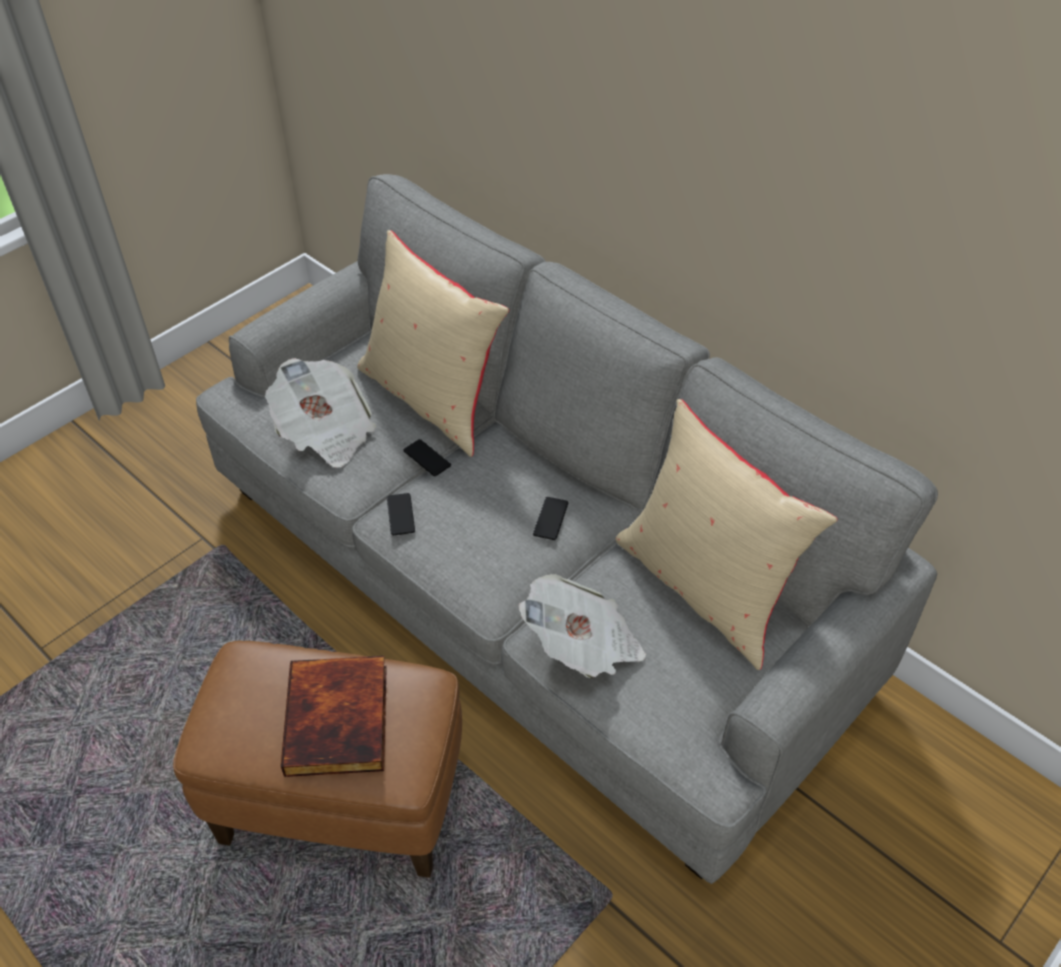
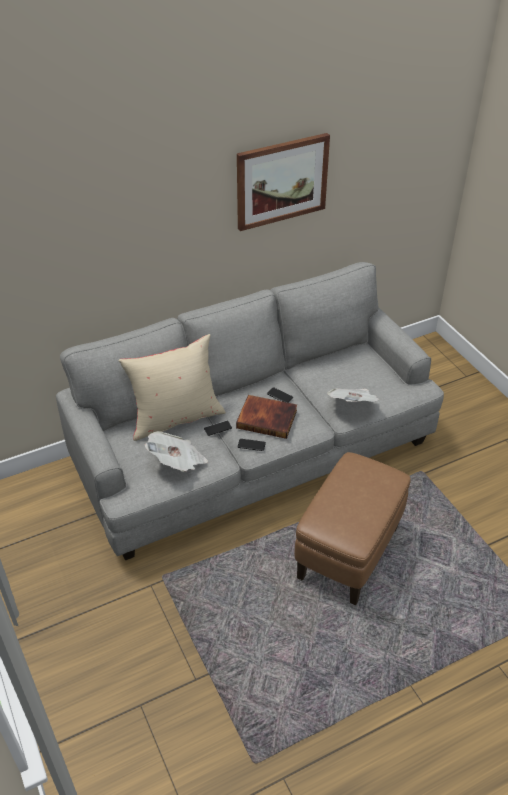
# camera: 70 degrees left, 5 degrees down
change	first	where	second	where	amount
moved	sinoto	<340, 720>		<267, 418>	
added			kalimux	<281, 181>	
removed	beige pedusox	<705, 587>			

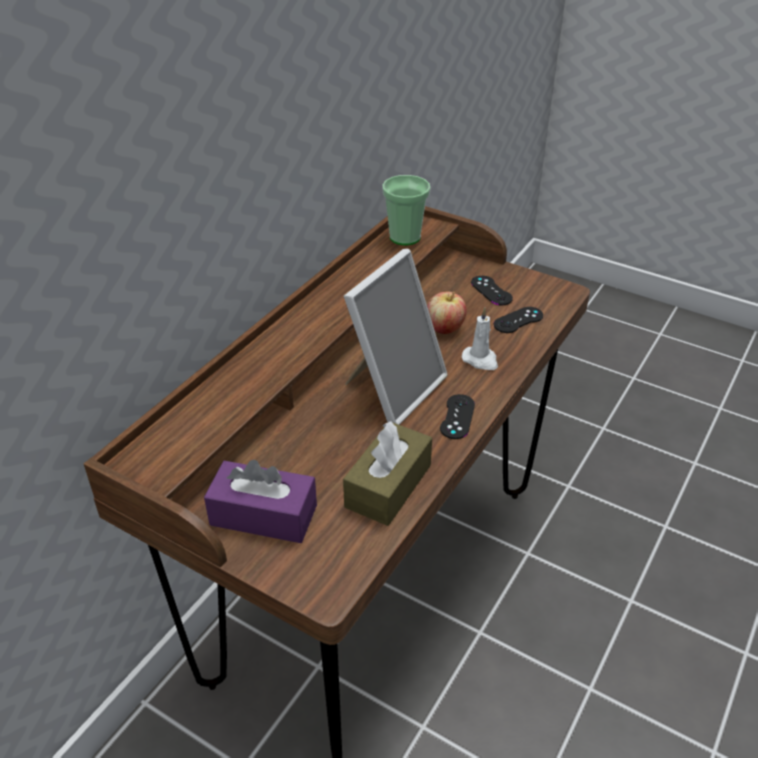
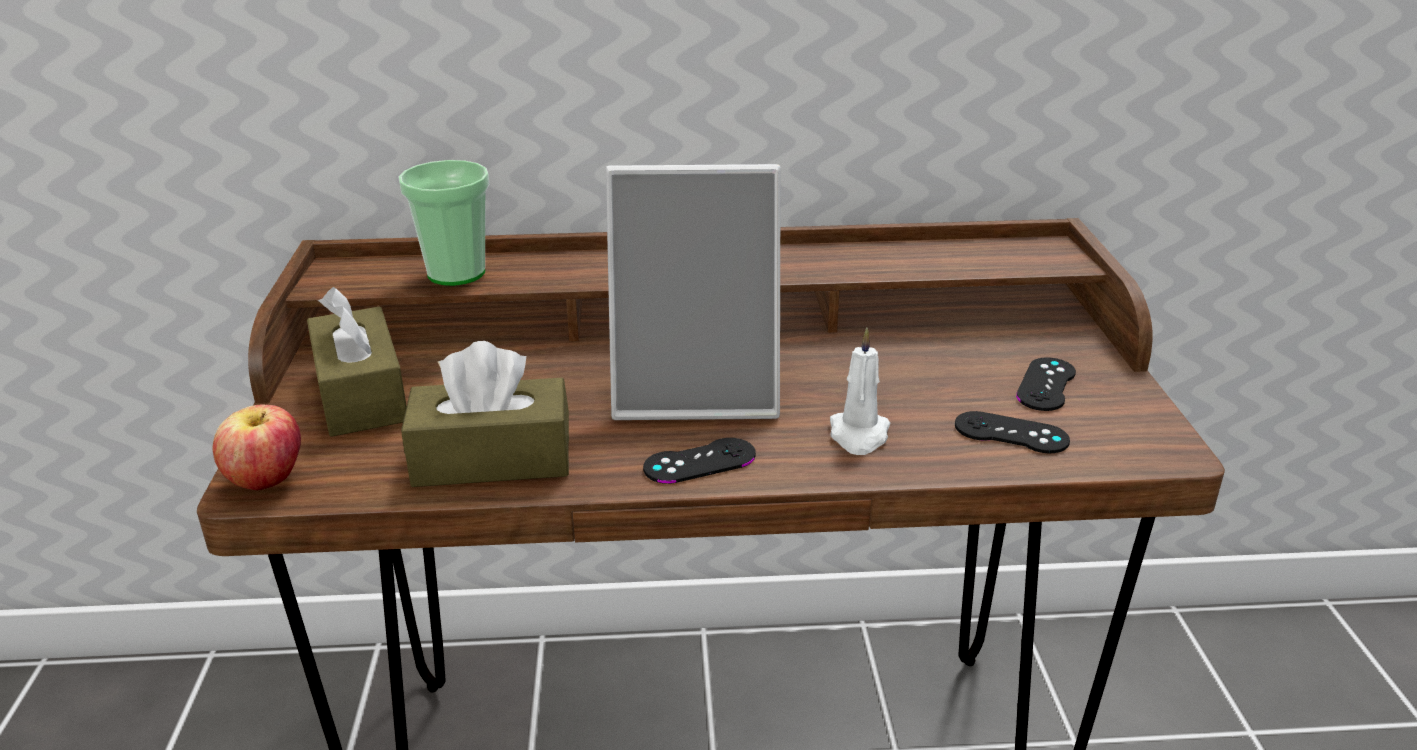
# camera: 55 degrees right, 10 degrees down
change	first	where	second	where	amount
moved	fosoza	<445, 328>		<266, 480>	
recoloured	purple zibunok	<263, 515>	brown zibunok	<361, 395>	
moved	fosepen	<405, 237>		<456, 273>	

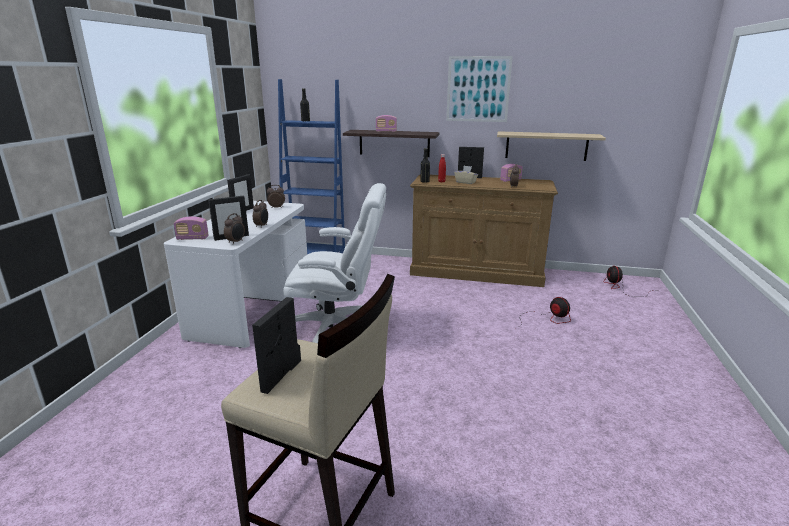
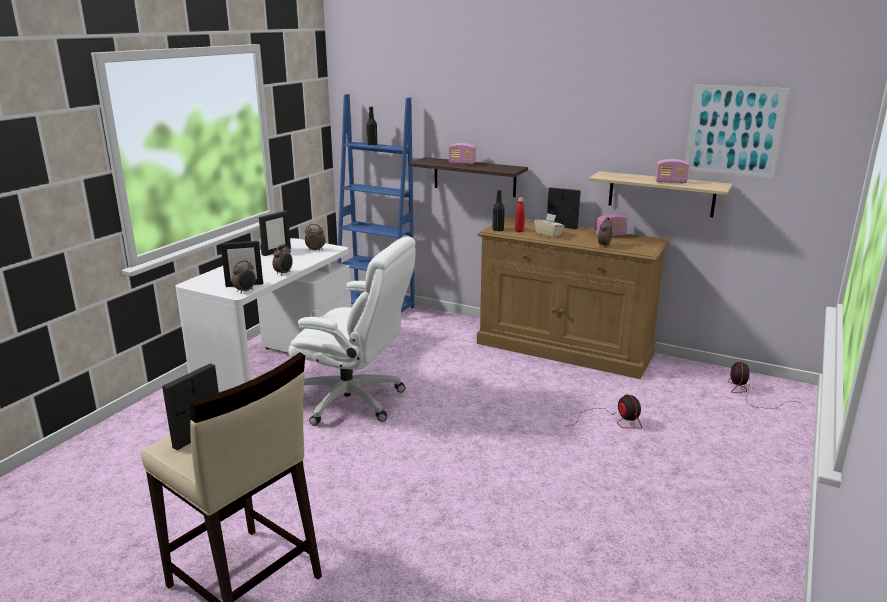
# camera: 15 degrees right, 0 degrees up
change	first	where	second	where	amount
moved	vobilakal	<192, 238>		<670, 182>	
moved	kalimux	<478, 89>		<734, 131>	

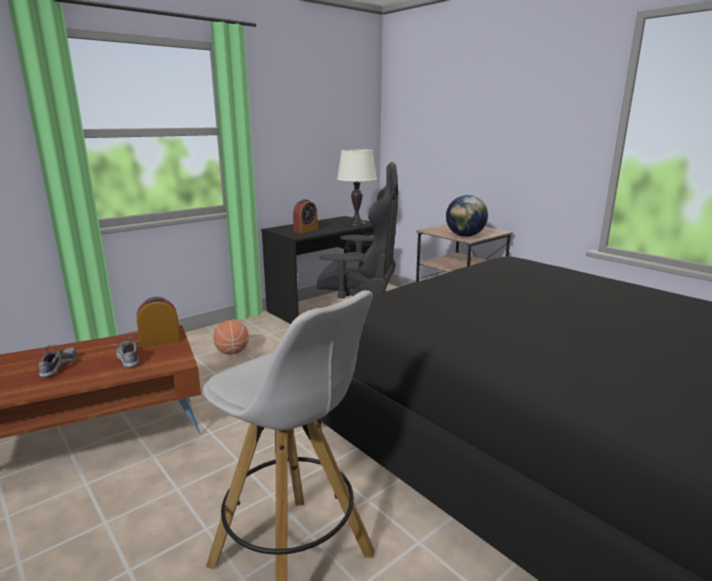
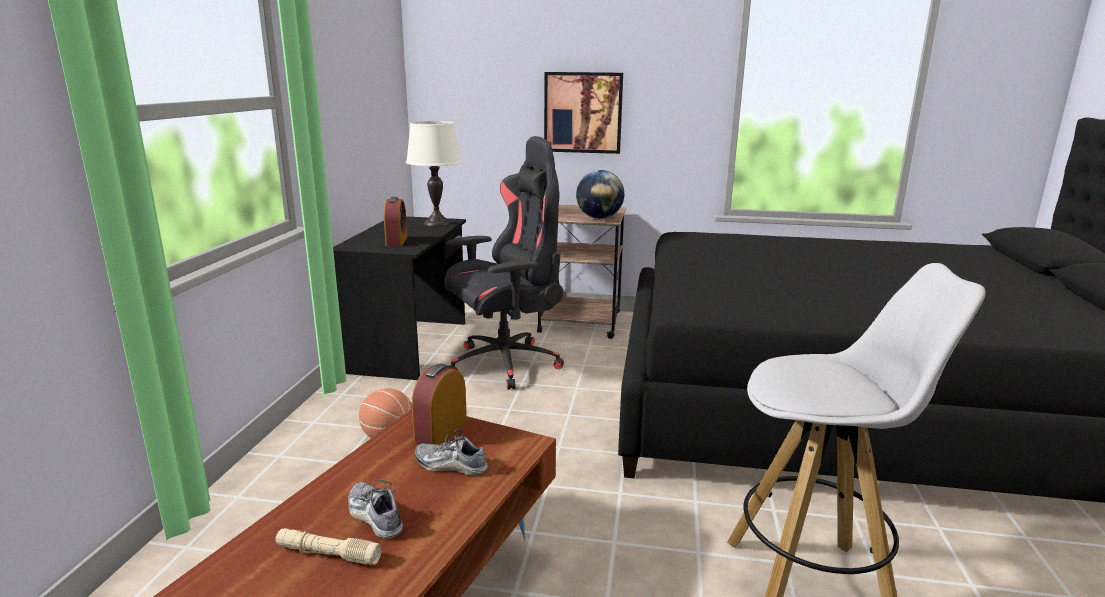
# camera: 40 degrees left, 0 degrees up
change	first	where	second	where	amount
added			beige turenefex	<328, 554>	
added			kalimux	<583, 112>	

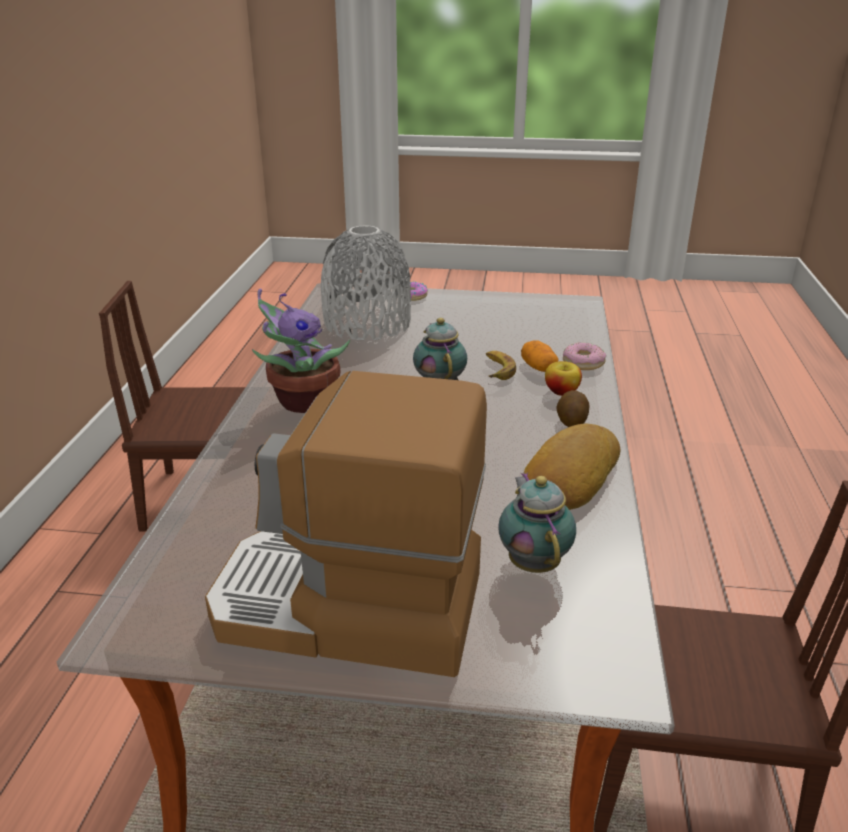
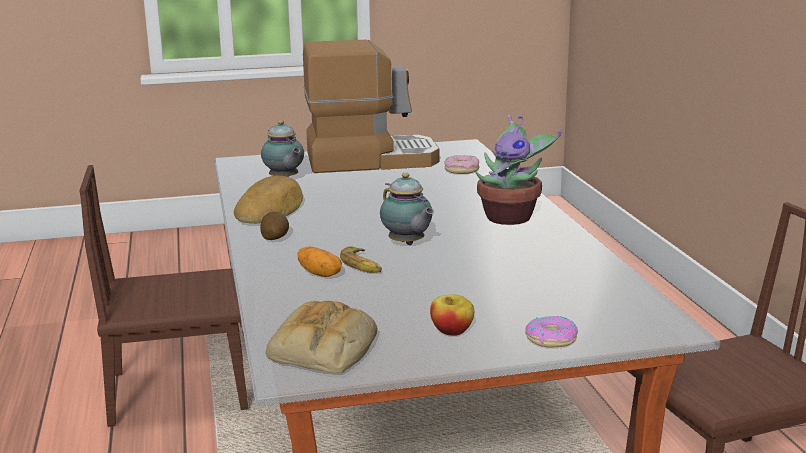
# camera: 160 degrees right, 10 degrees down
change	first	where	second	where	amount
added			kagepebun	<324, 350>	
moved	fosoza	<561, 392>		<452, 331>	
moved	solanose	<583, 363>		<461, 170>	
removed	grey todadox	<367, 324>			

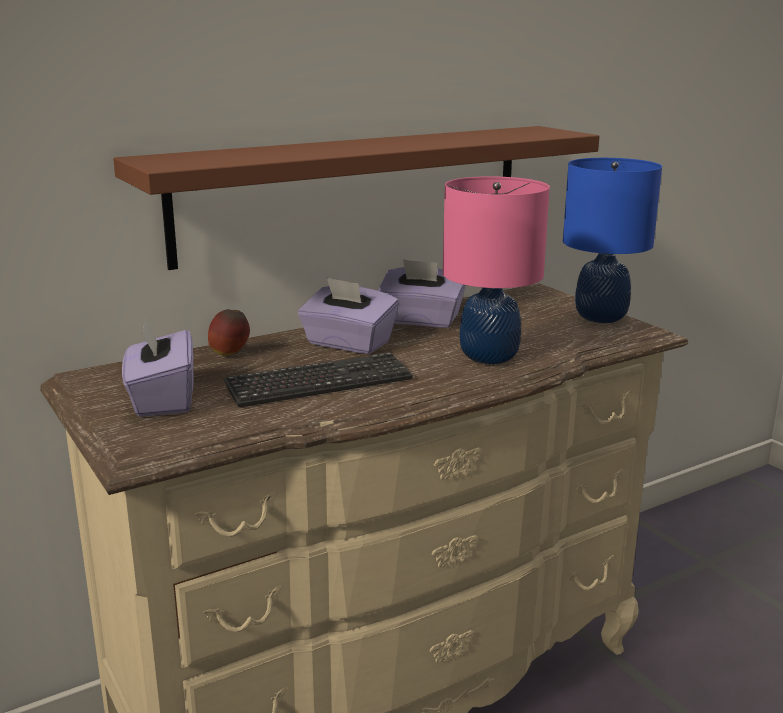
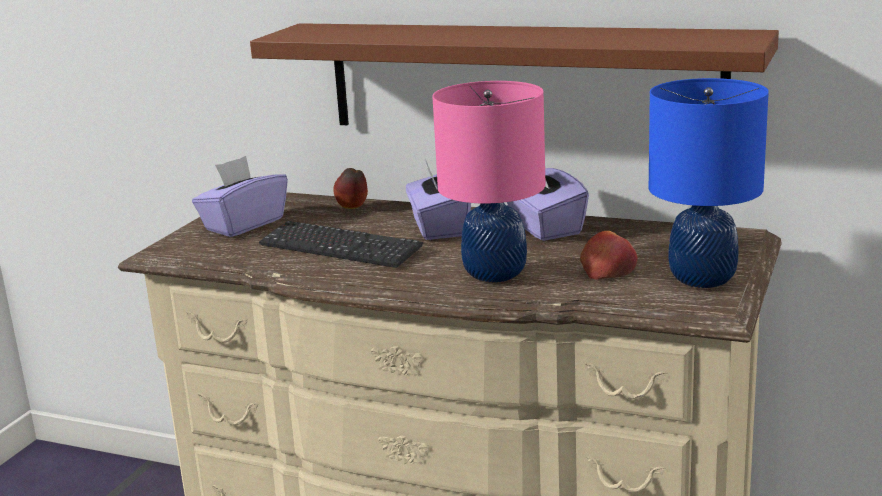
# camera: 55 degrees right, 0 degrees up
change	first	where	second	where	amount
added			fosoza	<608, 269>	

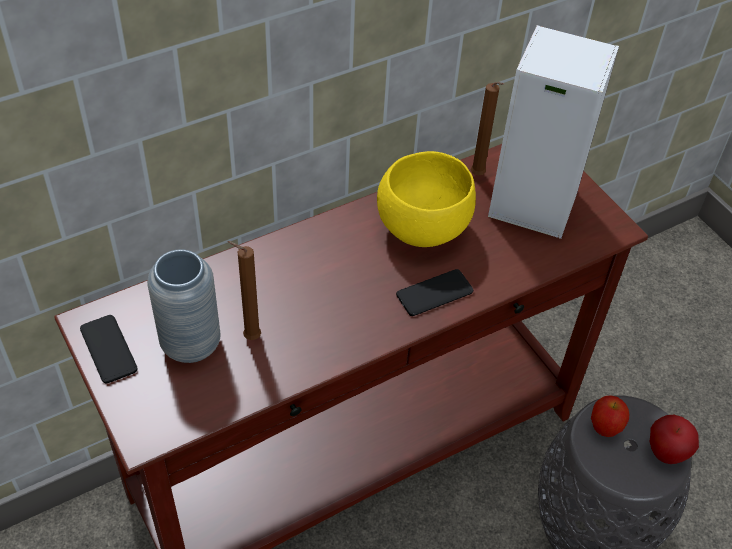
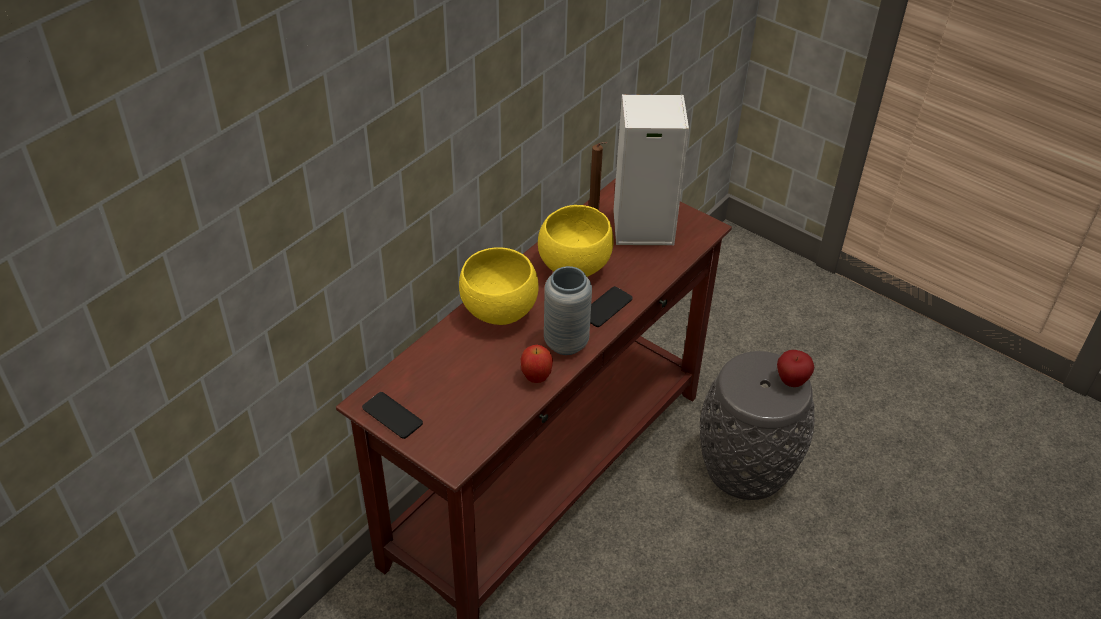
# camera: 20 degrees left, 5 degrees down
change	first	where	second	where	amount
added			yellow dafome	<499, 313>	
moved	fosoza	<604, 428>		<536, 377>	
moved	grey todadox	<191, 344>		<566, 343>	
removed	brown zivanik	<249, 337>			

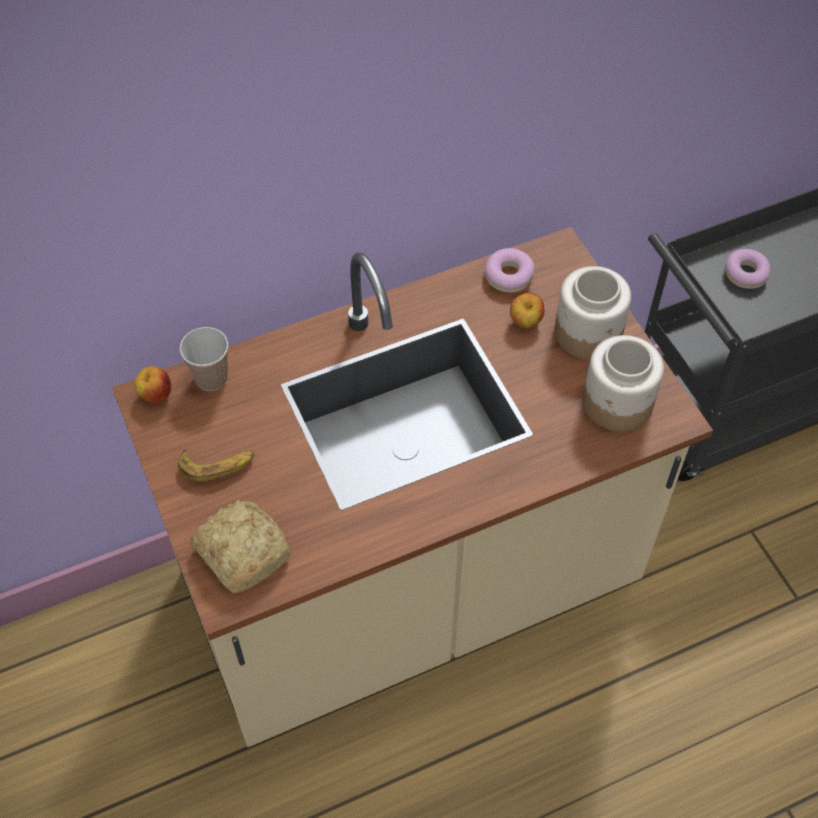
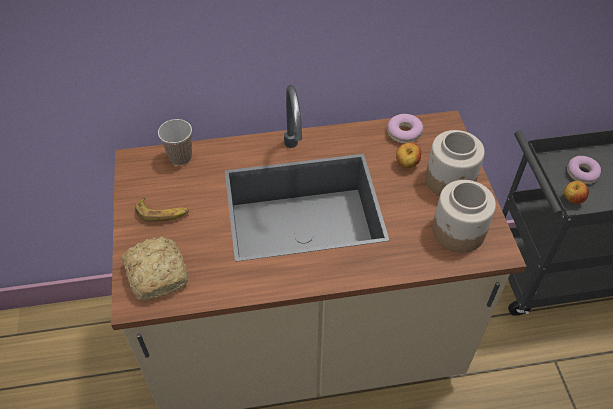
# camera: 15 degrees right, 5 degrees down
change	first	where	second	where	amount
moved	fosoza	<155, 395>		<572, 200>	

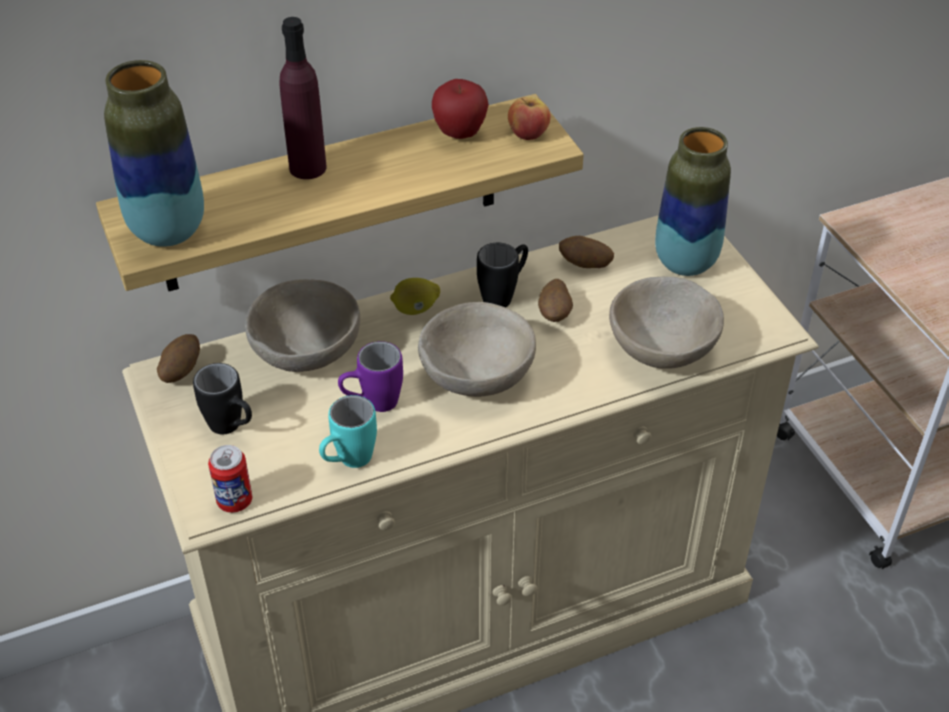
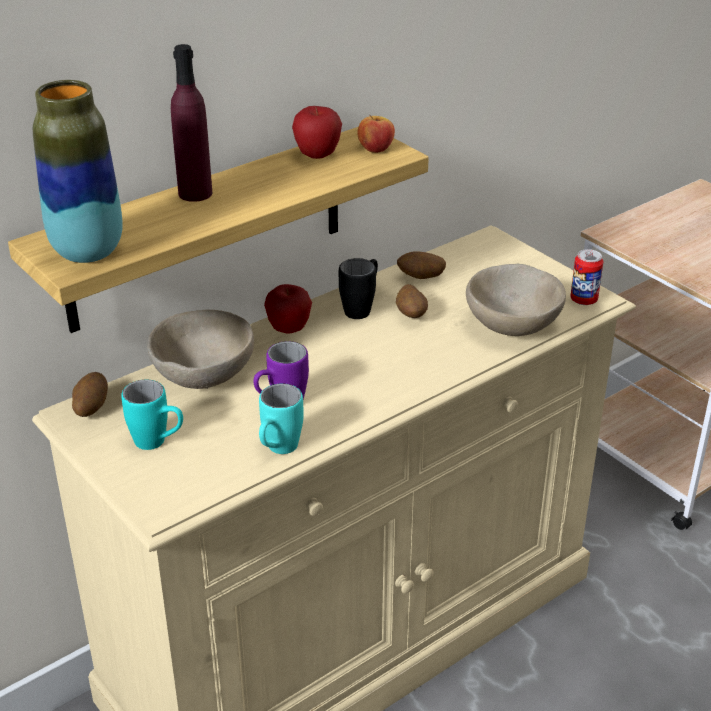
# camera: 15 degrees left, 10 degrees down
change	first	where	second	where	amount
recoloured	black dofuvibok	<232, 428>	turquoise dofuvibok	<158, 443>	
replaced	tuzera	<415, 309>	fosoza	<289, 329>	
moved	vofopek	<234, 501>		<583, 300>	
removed	beige dafome	<477, 375>			
removed	todadox	<685, 262>			

